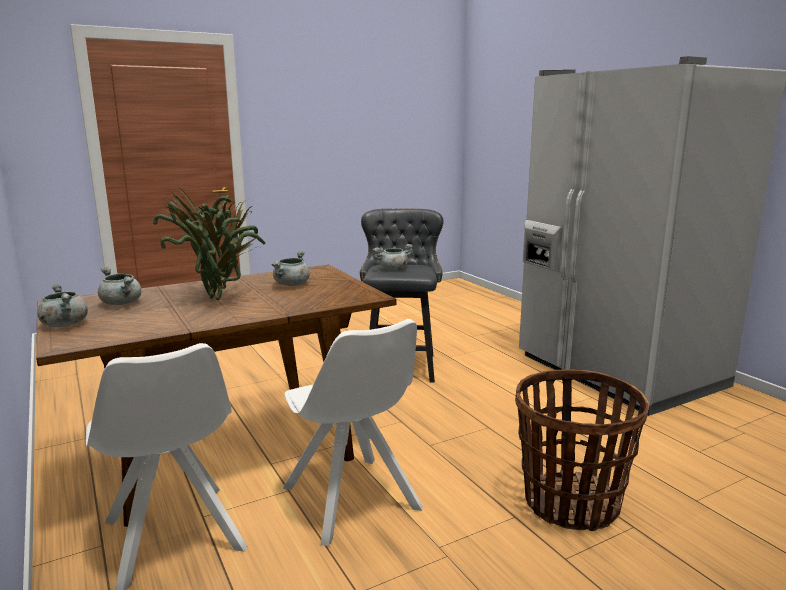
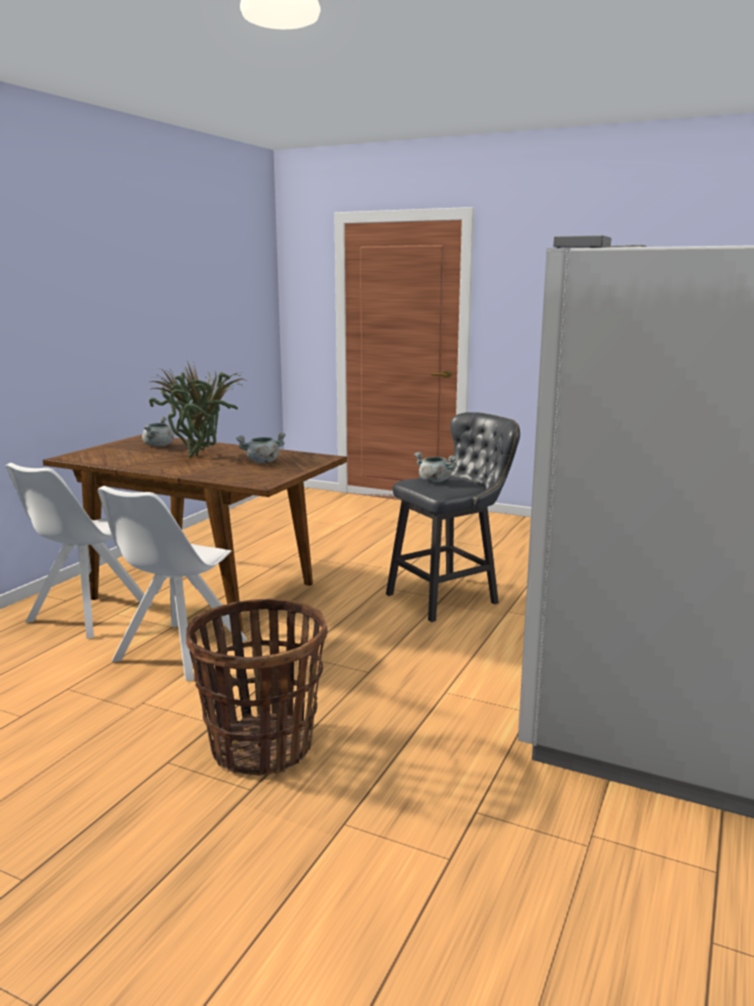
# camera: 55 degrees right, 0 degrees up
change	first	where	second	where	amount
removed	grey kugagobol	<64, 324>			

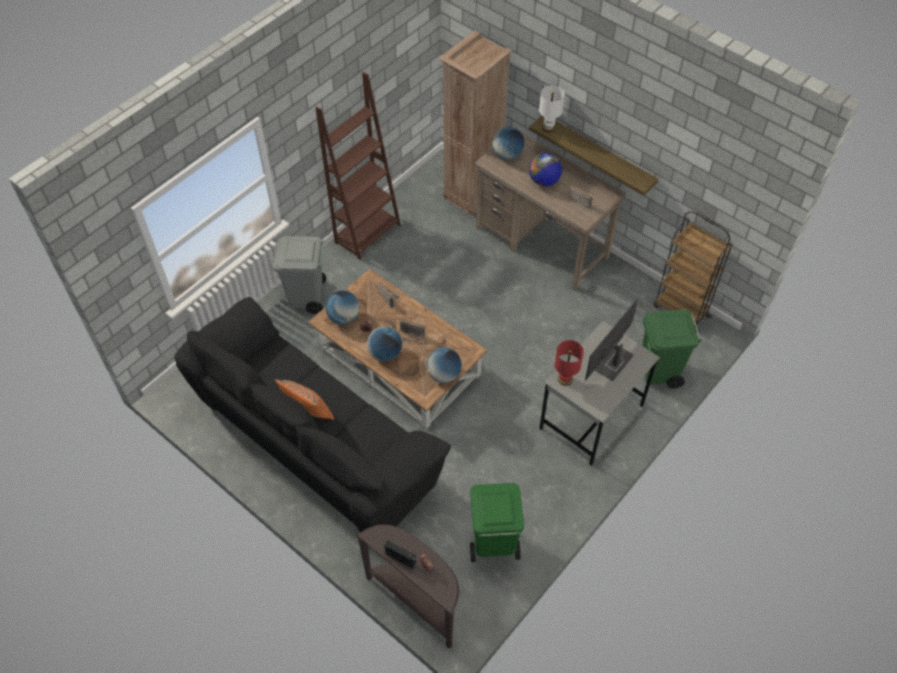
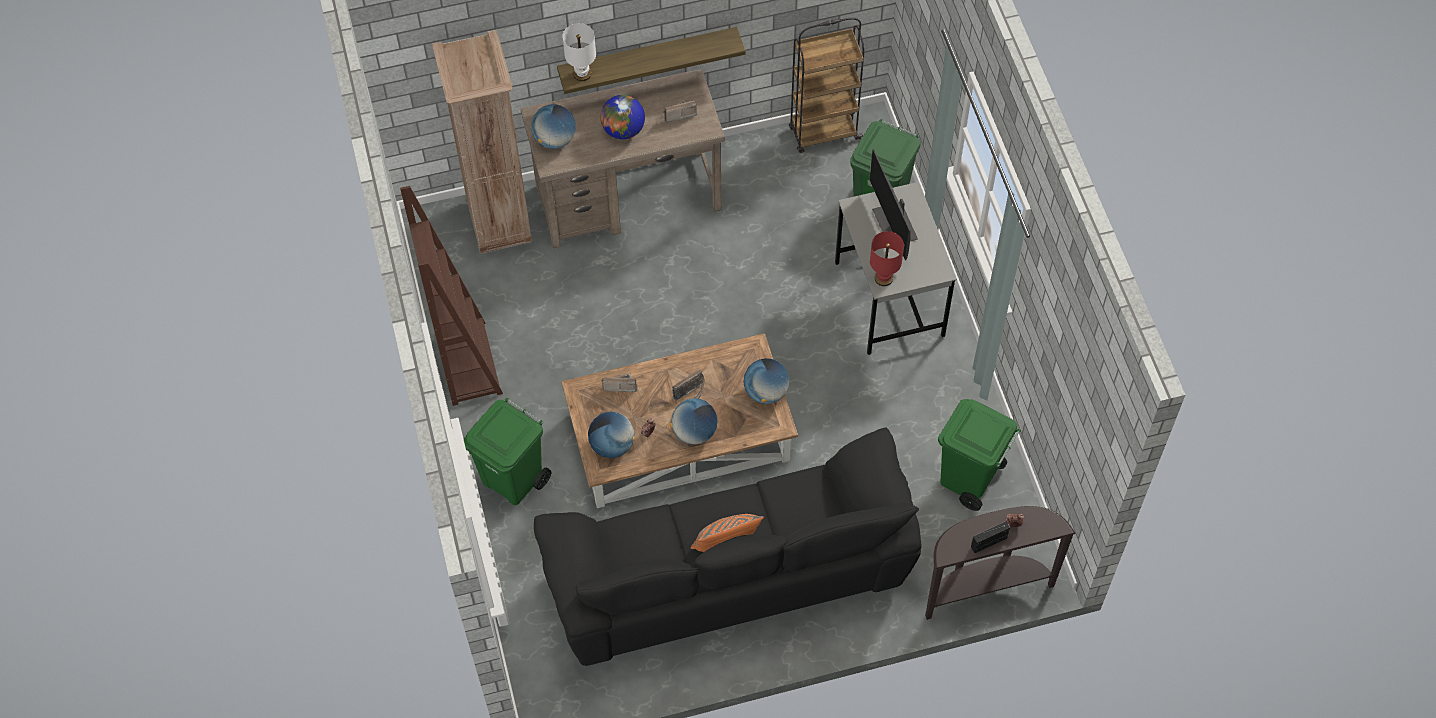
# camera: 55 degrees left, 5 degrees up
change	first	where	second	where	amount
recoloured	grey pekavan	<307, 297>	green pekavan	<514, 480>	

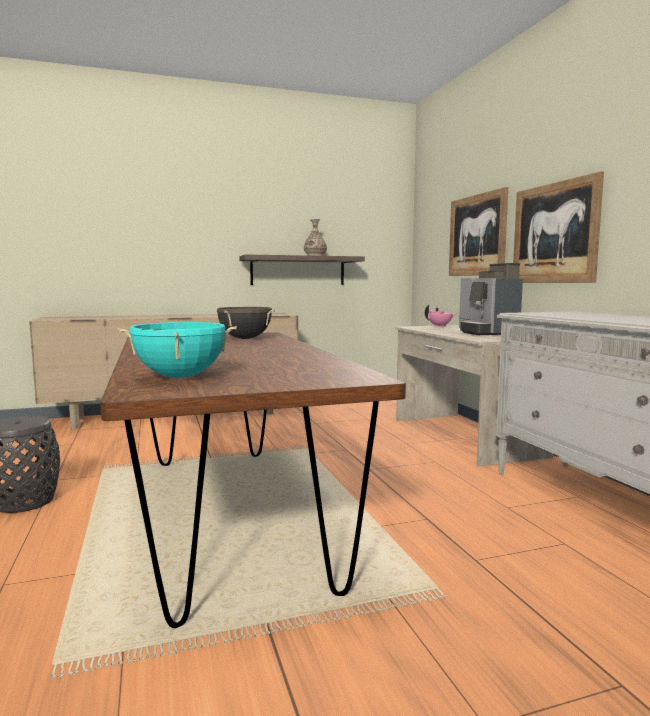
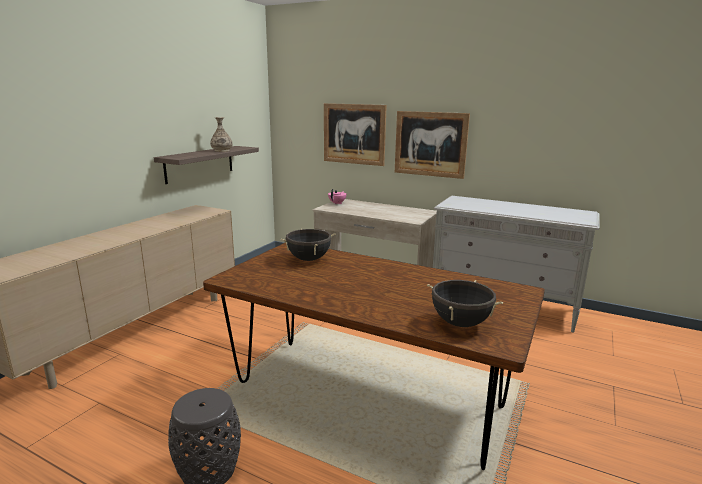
# camera: 45 degrees left, 10 degrees up
change	first	where	second	where	amount
recoloured	turquoise kugagobol	<180, 377>	black kugagobol	<460, 323>	
removed	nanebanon	<486, 332>			

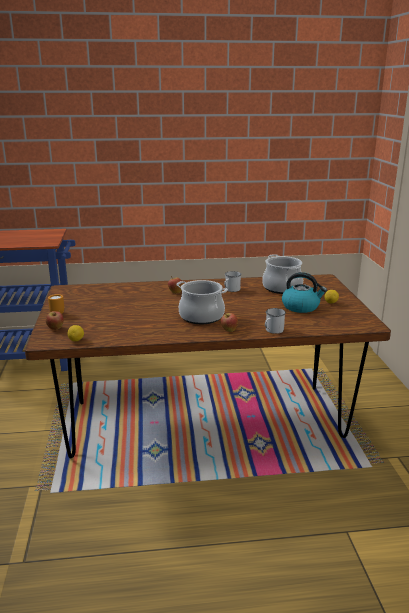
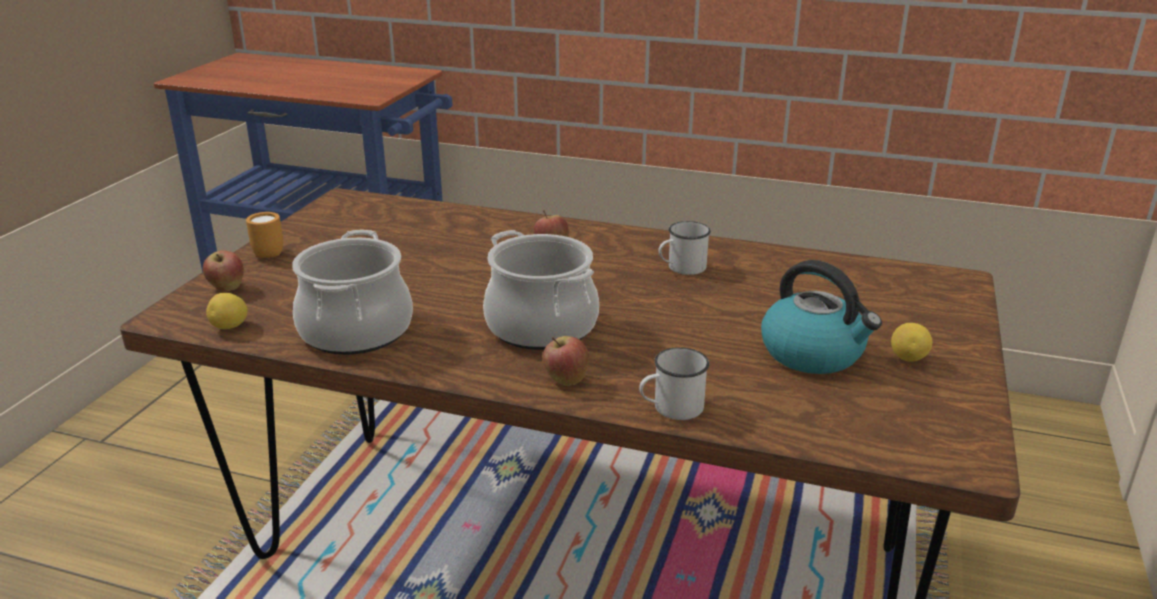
# camera: 25 degrees right, 5 degrees up
change	first	where	second	where	amount
moved	kugagobol	<282, 288>		<356, 331>	

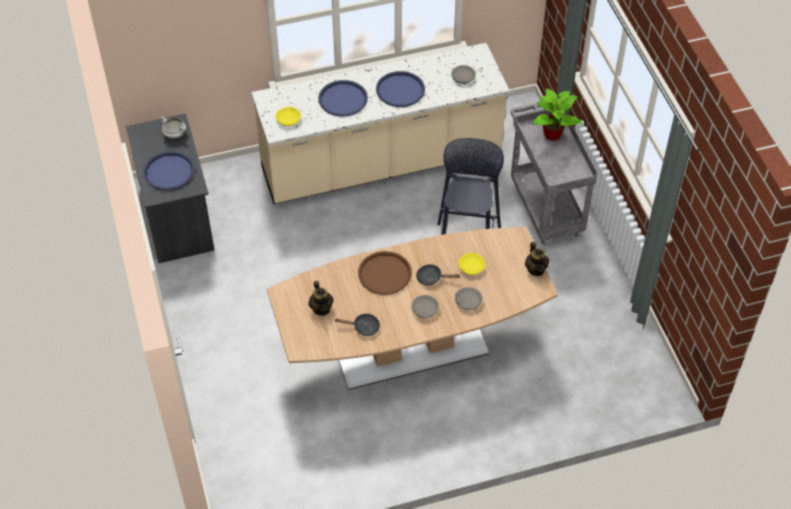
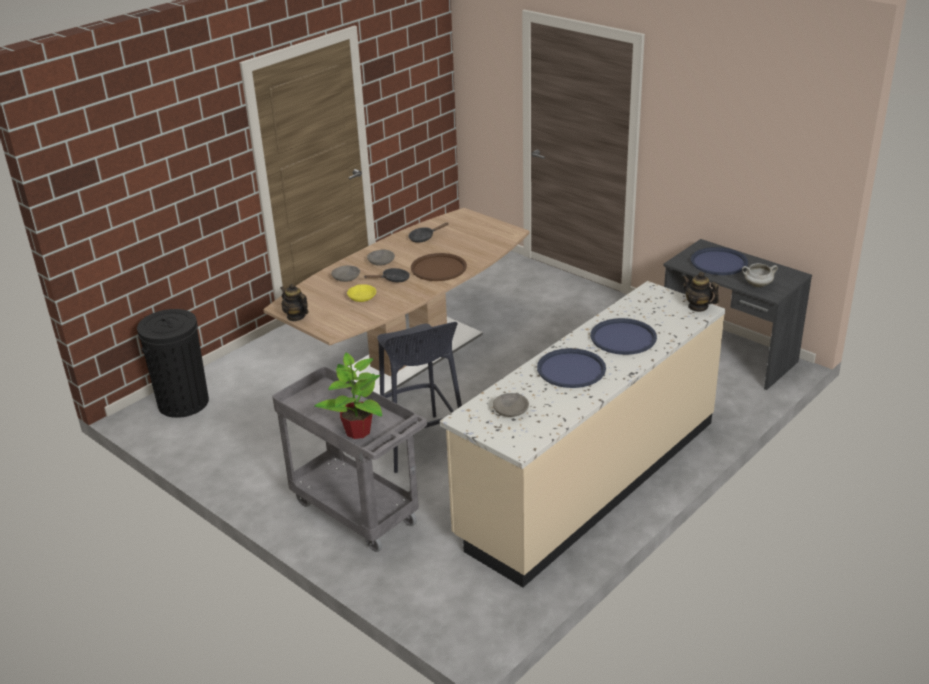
# camera: 150 degrees right, 20 degrees down
change	first	where	second	where	amount
added			black pekavan	<183, 402>	
moved	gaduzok	<321, 308>		<698, 307>	
removed	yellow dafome	<289, 119>			

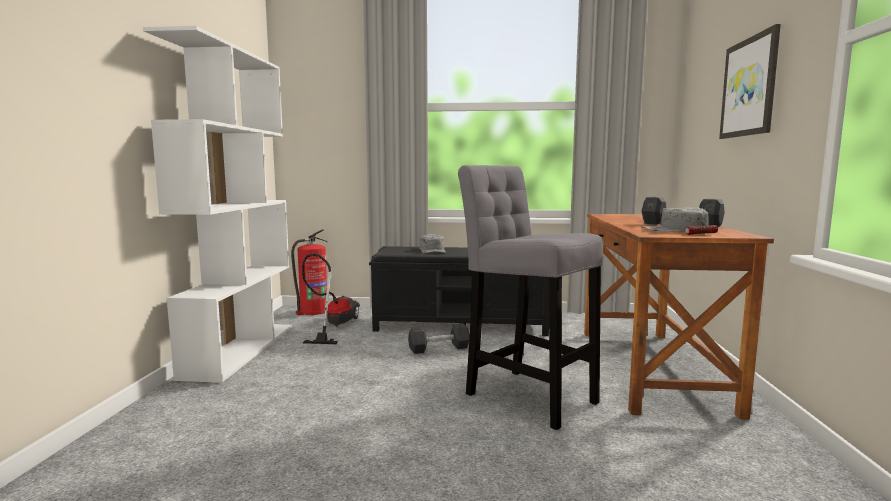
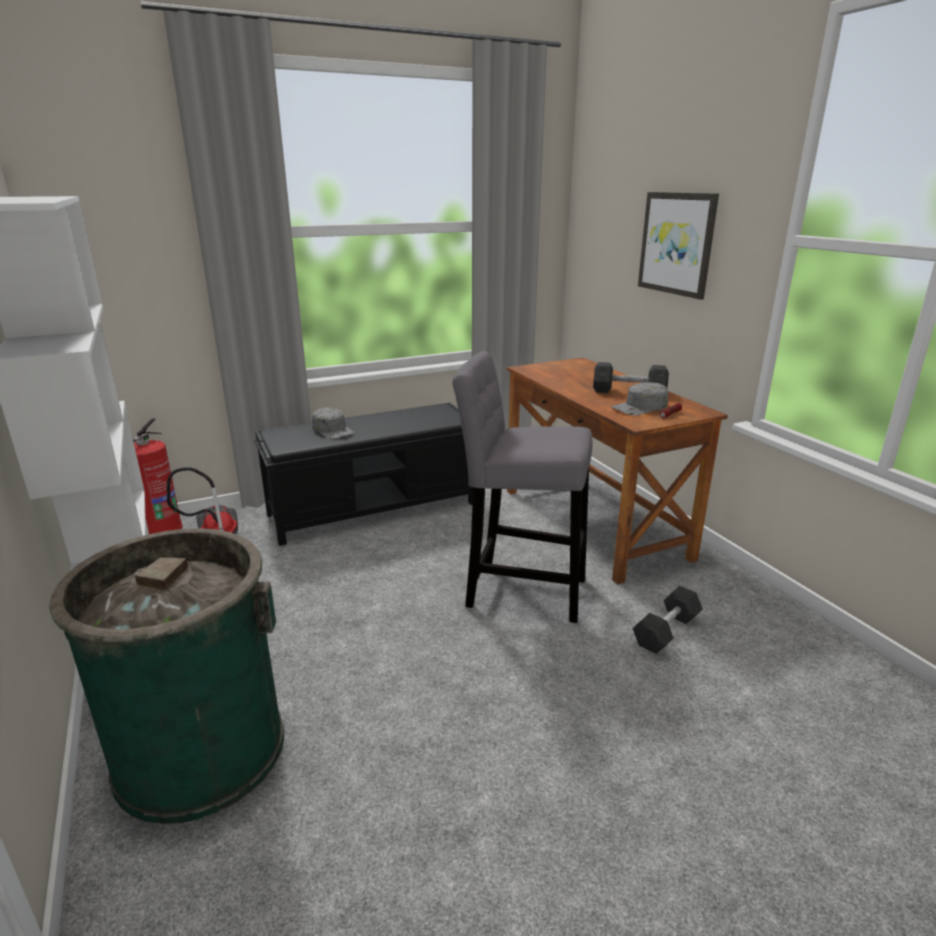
# camera: 30 degrees left, 15 degrees up
change	first	where	second	where	amount
added			green pekavan	<200, 750>	
moved	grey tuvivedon	<439, 348>		<666, 631>	

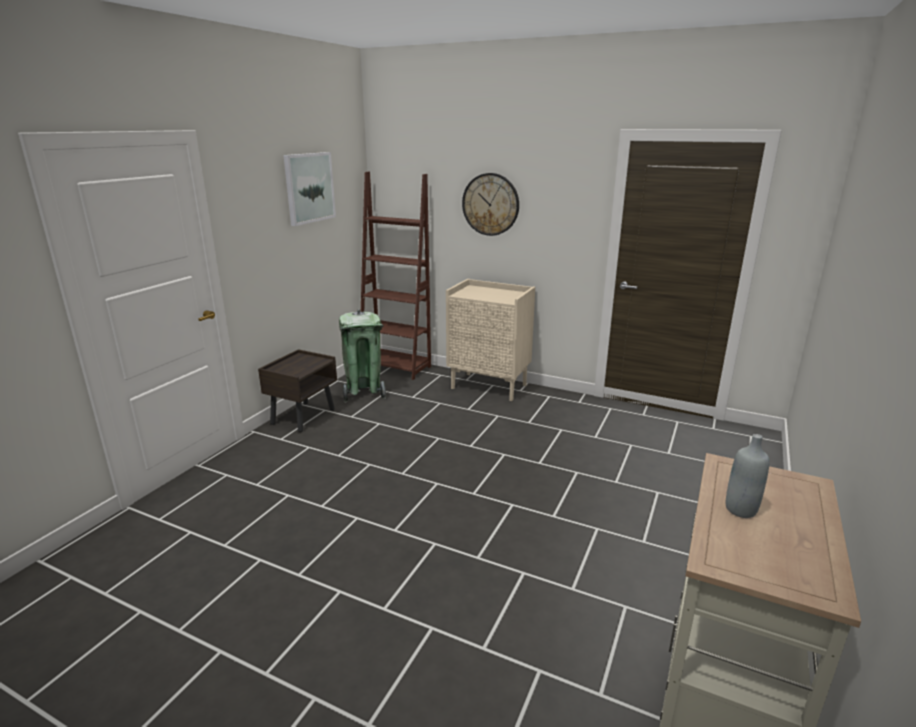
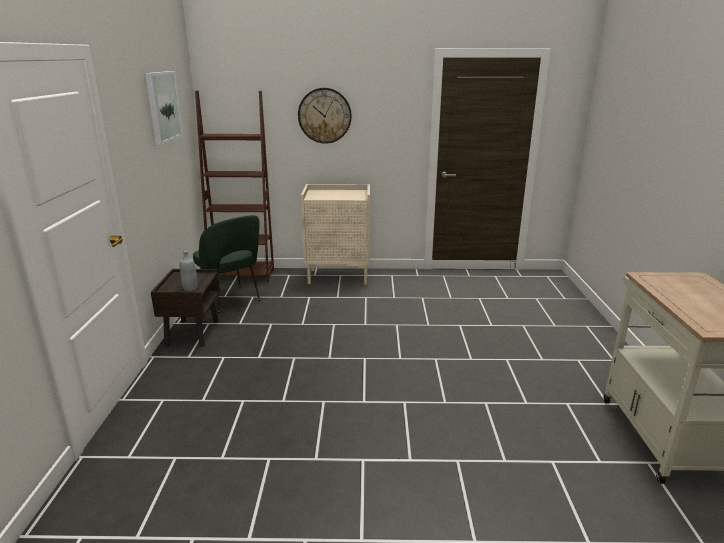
# camera: 25 degrees left, 0 degrees up
change	first	where	second	where	amount
moved	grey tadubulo	<740, 510>		<190, 288>	
replaced	green pekavan	<364, 392>	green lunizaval	<232, 301>	

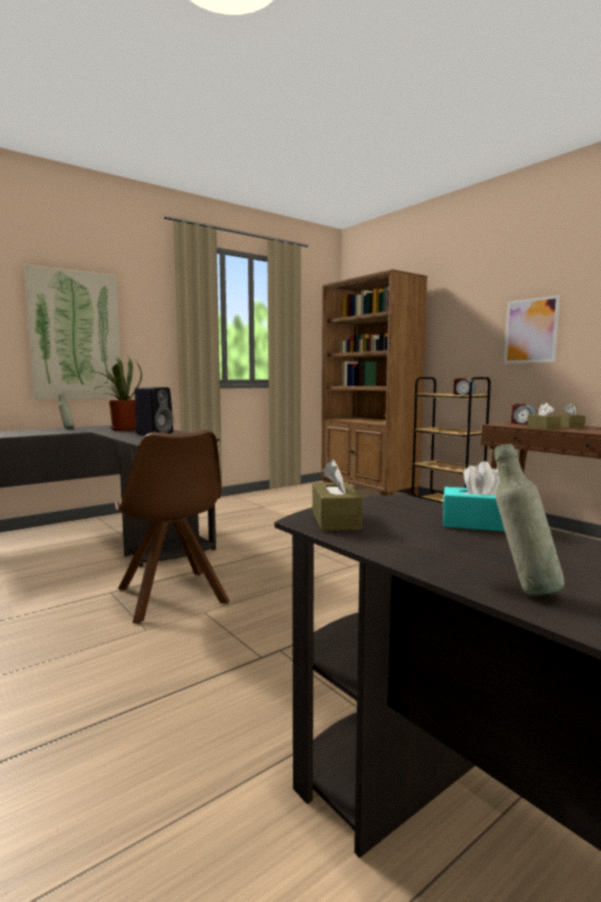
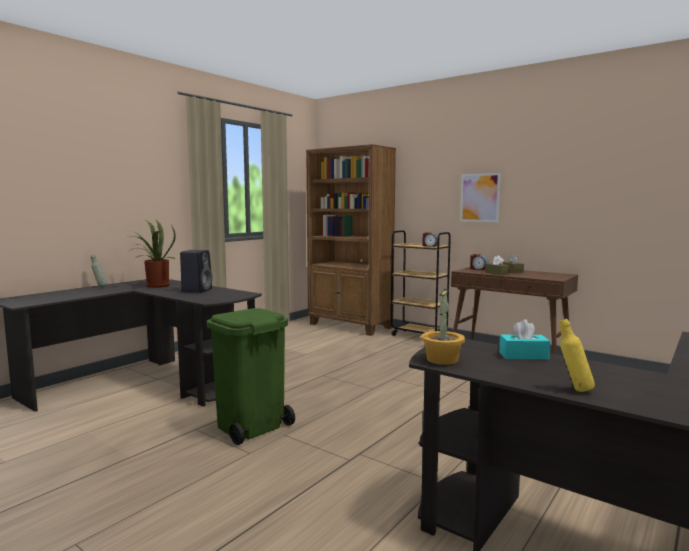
# camera: 15 degrees left, 0 degrees up
change	first	where	second	where	amount
replaced	brown lunizaval	<172, 597>	green pekavan	<250, 427>	
replaced	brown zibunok	<335, 520>	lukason	<443, 359>	
recoloured	grey tadubulo	<522, 590>	yellow tadubulo	<574, 389>	
removed	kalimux	<75, 335>			

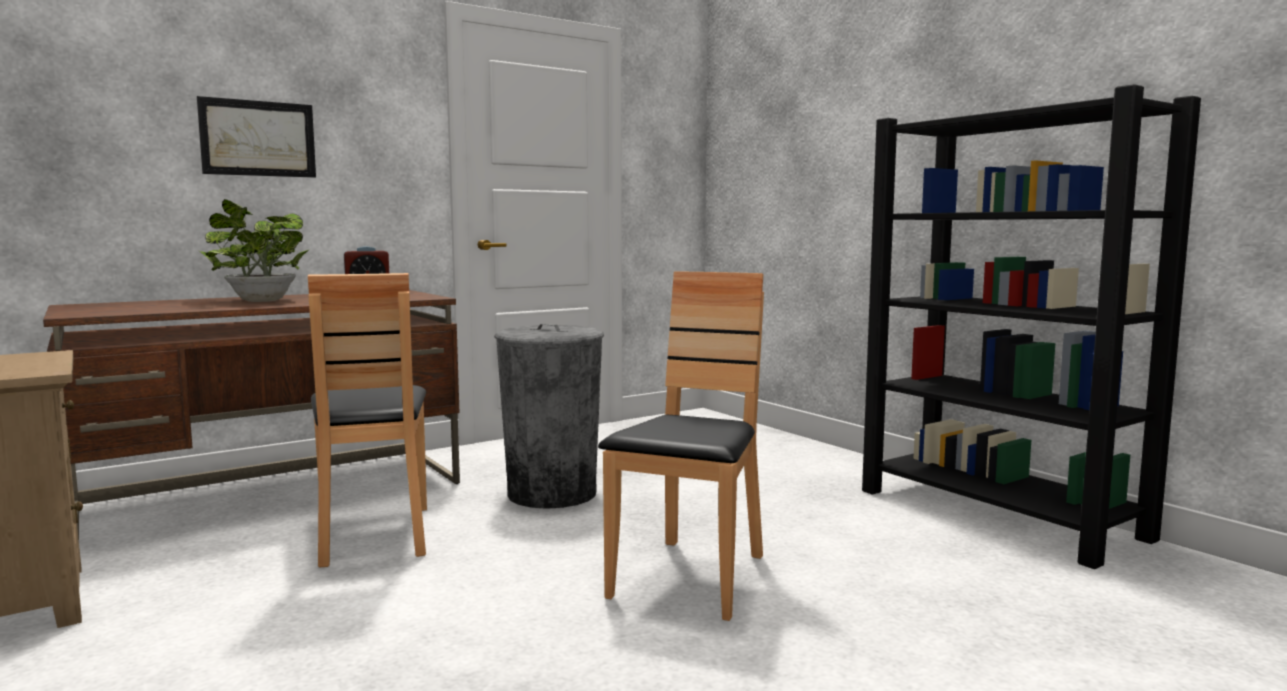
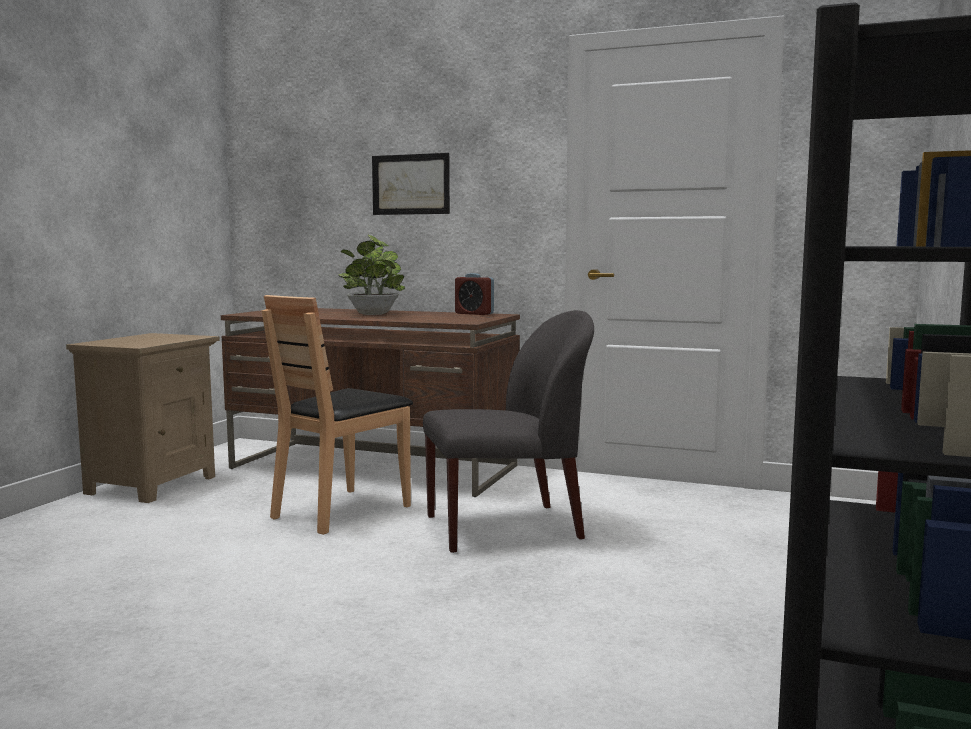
# camera: 55 degrees right, 0 degrees up
change	first	where	second	where	amount
replaced	grey pekavan	<552, 493>	grey lunizaval	<507, 528>	
removed	brown lunizaval	<691, 578>			

